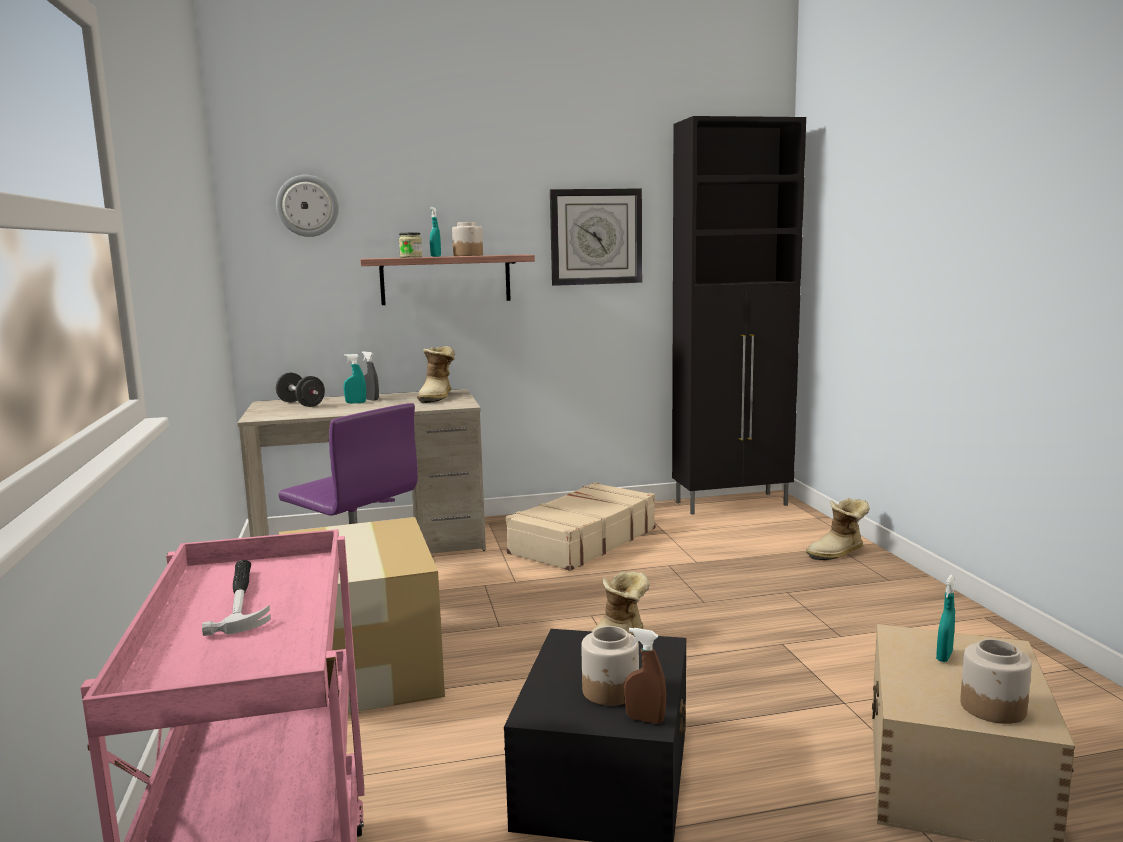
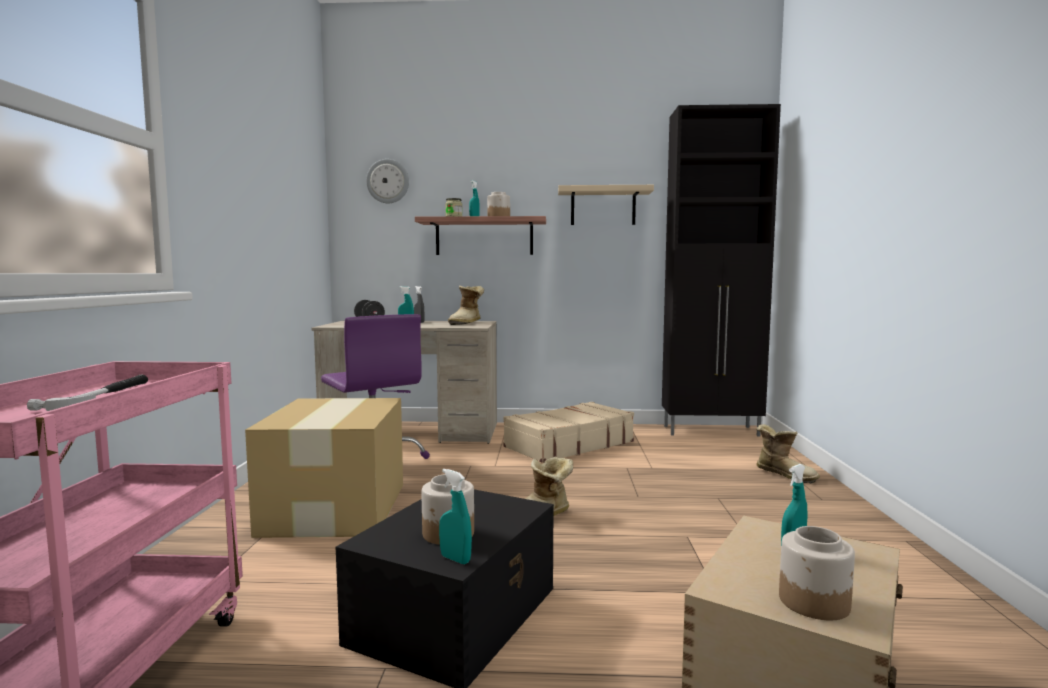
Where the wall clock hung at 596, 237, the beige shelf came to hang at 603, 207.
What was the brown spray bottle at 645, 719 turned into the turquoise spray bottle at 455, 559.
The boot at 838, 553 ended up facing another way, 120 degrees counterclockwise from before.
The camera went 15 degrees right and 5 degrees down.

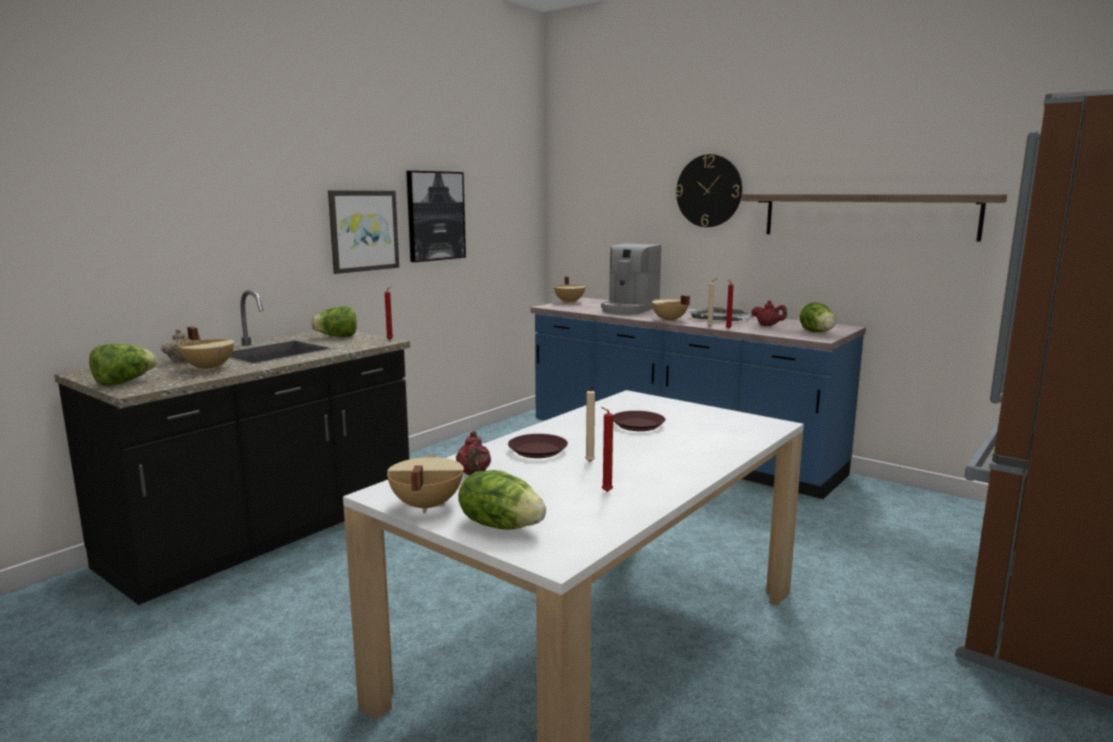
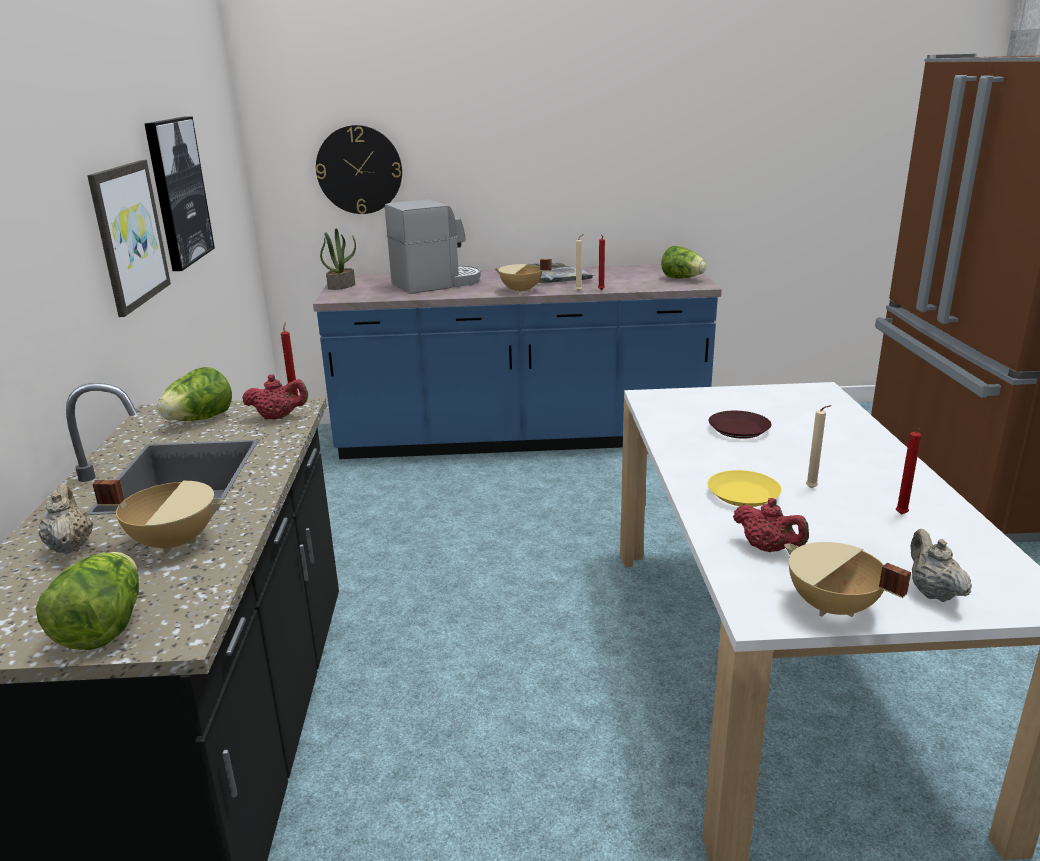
Where the lettuce stood at 501, 525, the beige teapot came to stand at 932, 592.
What was the brown plate at 538, 451 turned into the yellow plate at 744, 494.
Where the beige cooking pot stood at 570, 302, the potted plant came to stand at 341, 286.
The coffee machine at 629, 309 ended up facing another way, 105 degrees counterclockwise from before.
The wall clock ended up elsewhere, having gone from 709, 191 to 359, 170.
The second view lost the shelf at 867, 216.
The red teapot ended up elsewhere, having gone from 768, 326 to 278, 417.
The camera went 40 degrees left and 10 degrees up.

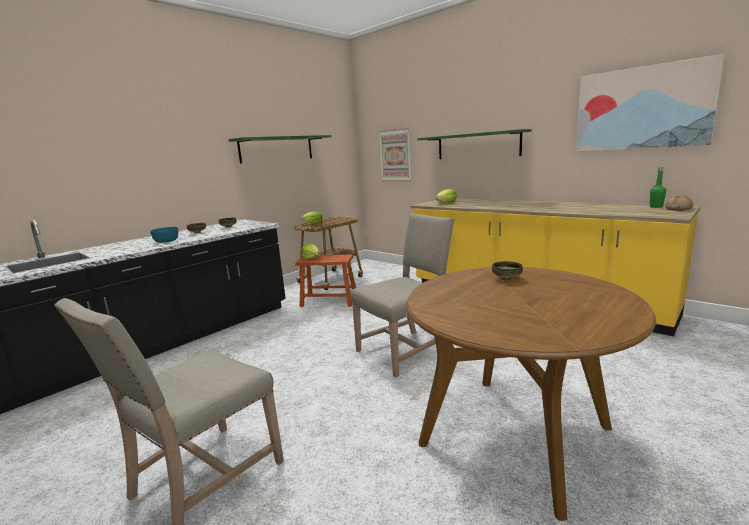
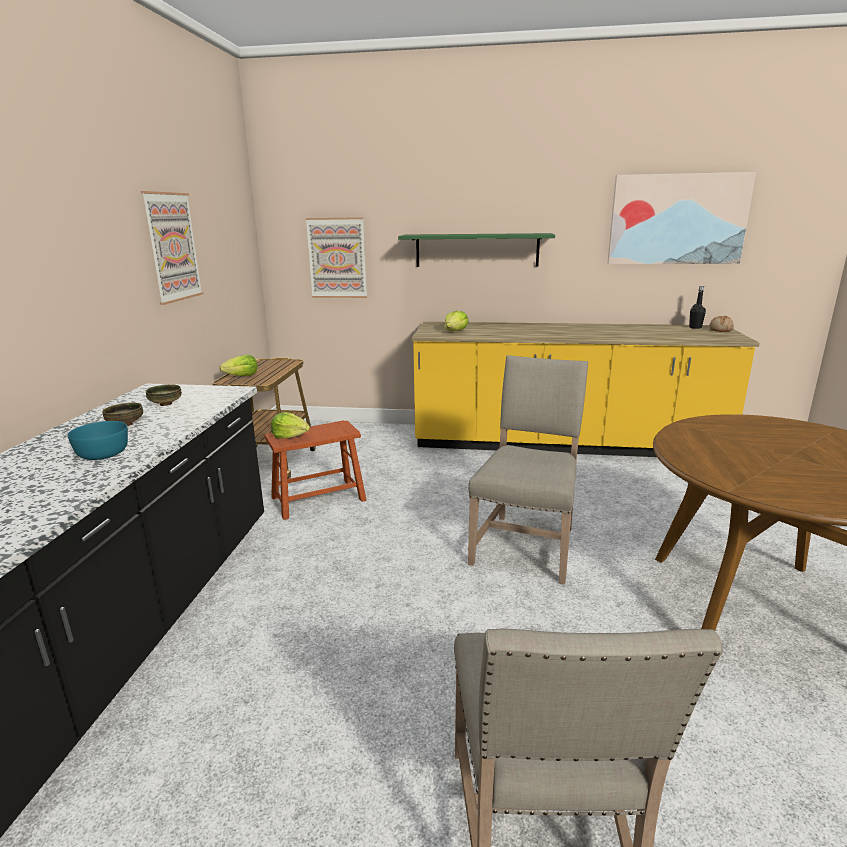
Where the green shelf hung at 277, 149, the picture came to hang at 172, 247.
The second view lost the bowl at 506, 278.
What was the green bottle at 656, 207 turned into the black bottle at 695, 327.
The camera went 35 degrees left and 5 degrees up.

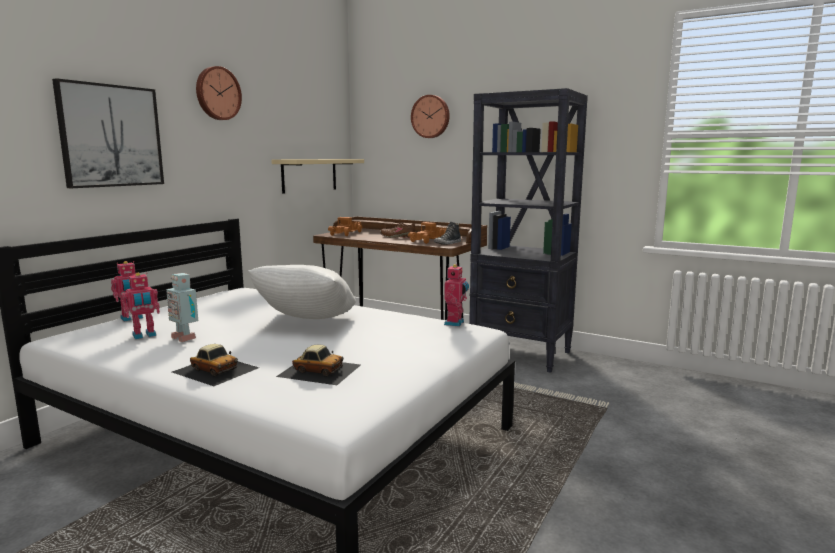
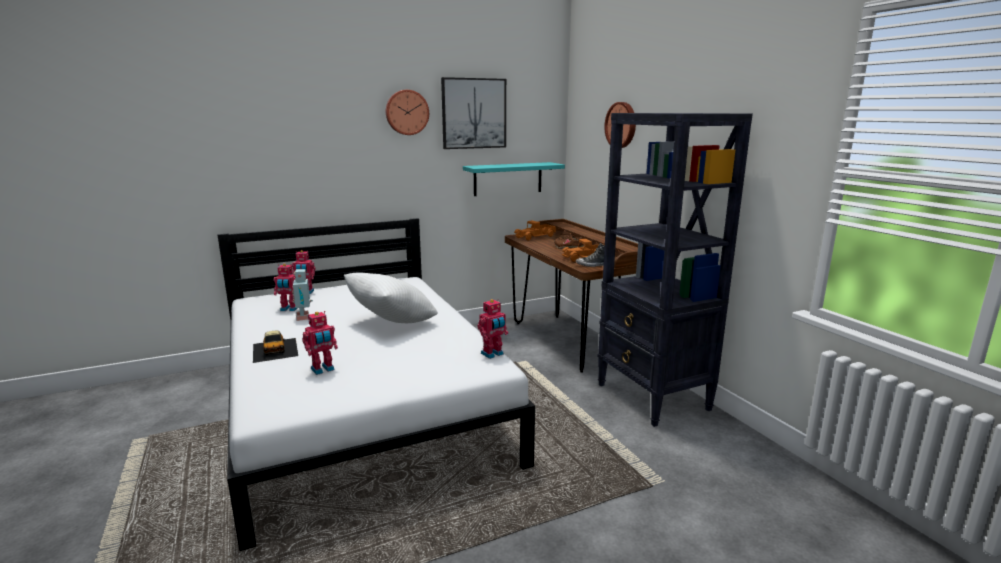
The picture ended up elsewhere, having gone from 111, 136 to 473, 113.
What was the beige shelf at 309, 175 turned into the turquoise shelf at 508, 179.
Where the toy car stood at 319, 370, the toy robot came to stand at 323, 370.
The camera went 35 degrees right and 5 degrees up.

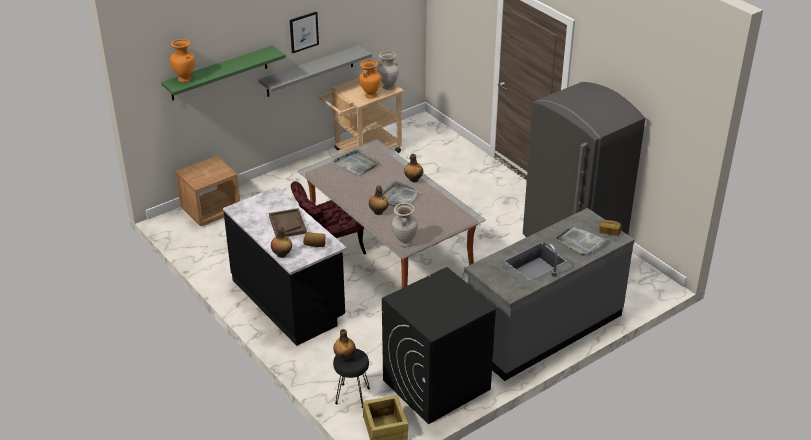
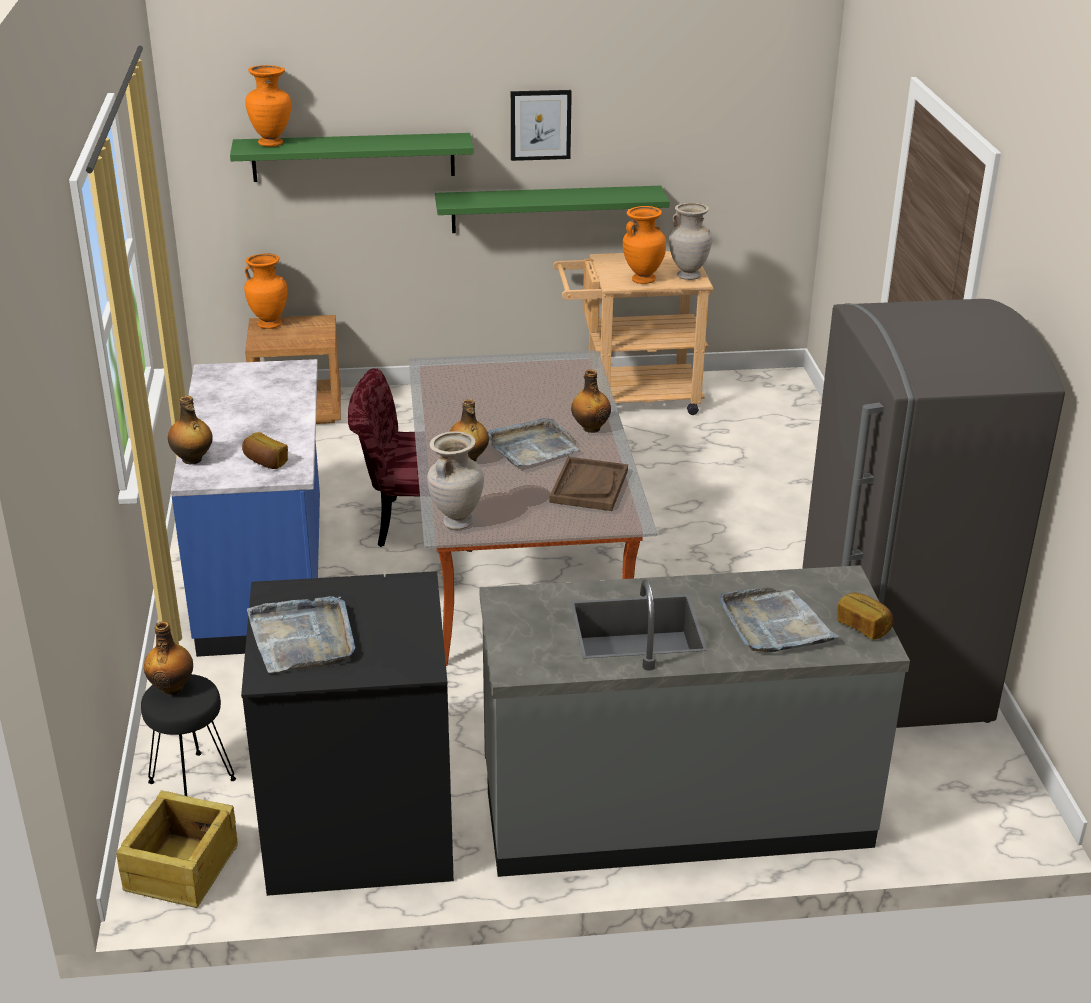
What was the black counter at 289, 300 turned into the blue counter at 266, 579.
What was the grey shelf at 310, 71 turned into the green shelf at 548, 209.
The brown tray ended up elsewhere, having gone from 287, 224 to 589, 486.
The grey tray ended up elsewhere, having gone from 356, 164 to 303, 638.
The second view gained the orange vase at 269, 324.
The camera went 30 degrees right and 5 degrees down.

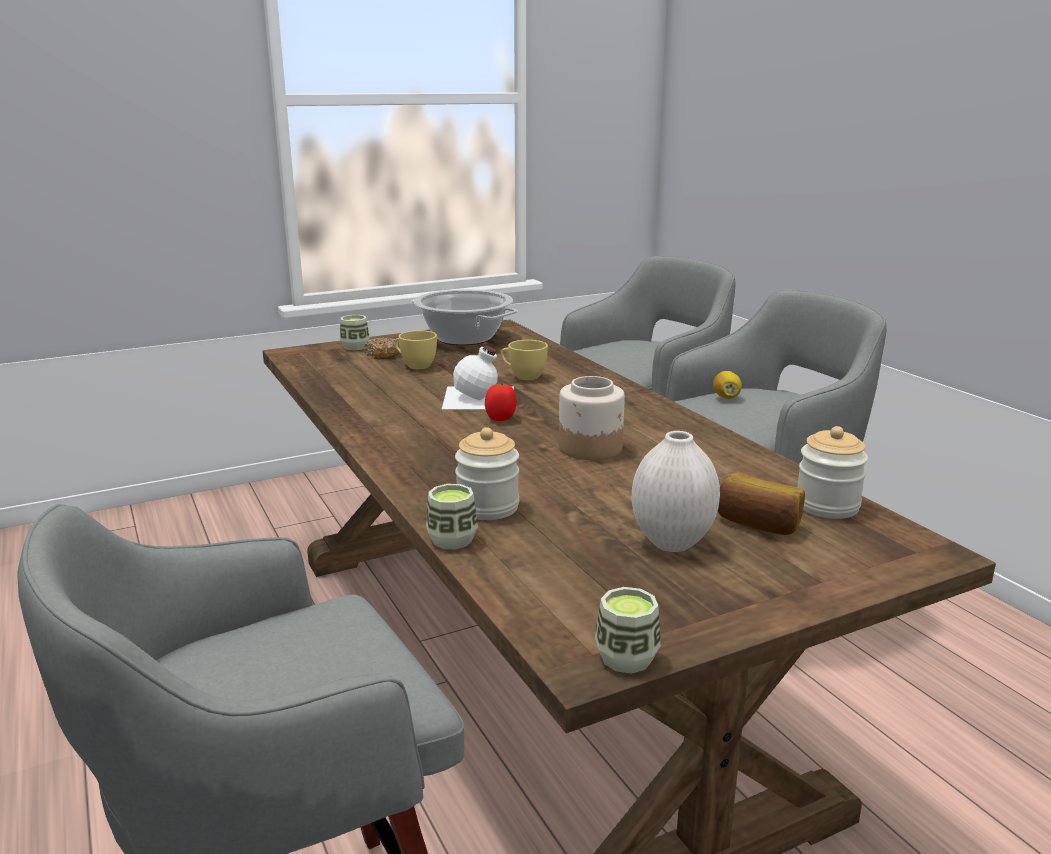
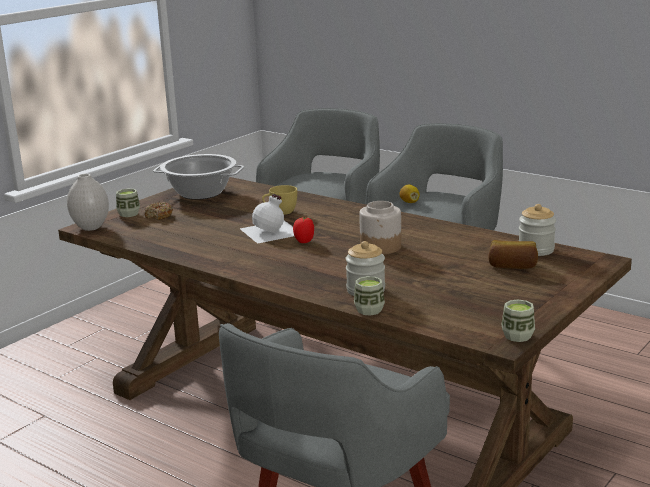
The second view lost the yellow cup at 415, 365.
The white vase ended up elsewhere, having gone from 672, 544 to 91, 228.
The camera went 25 degrees left and 0 degrees up.

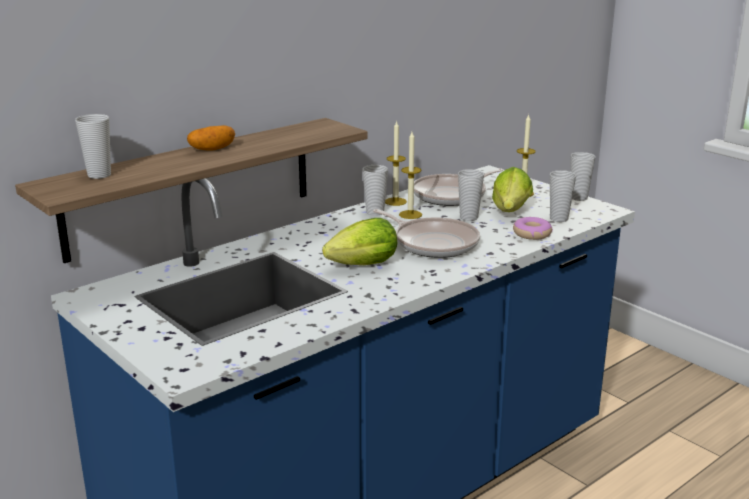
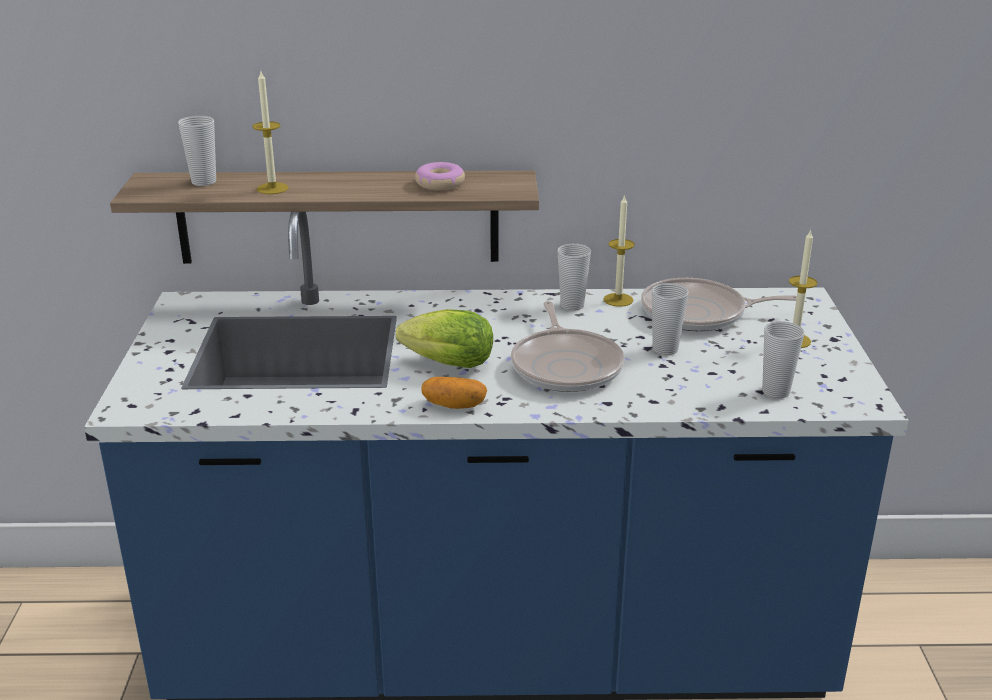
The potato ended up elsewhere, having gone from 212, 149 to 454, 405.
The candle ended up elsewhere, having gone from 410, 214 to 272, 188.
The second view lost the lettuce at 510, 212.
The donut ended up elsewhere, having gone from 532, 234 to 440, 184.
The second view lost the cup at 578, 198.
The camera went 40 degrees right and 5 degrees up.

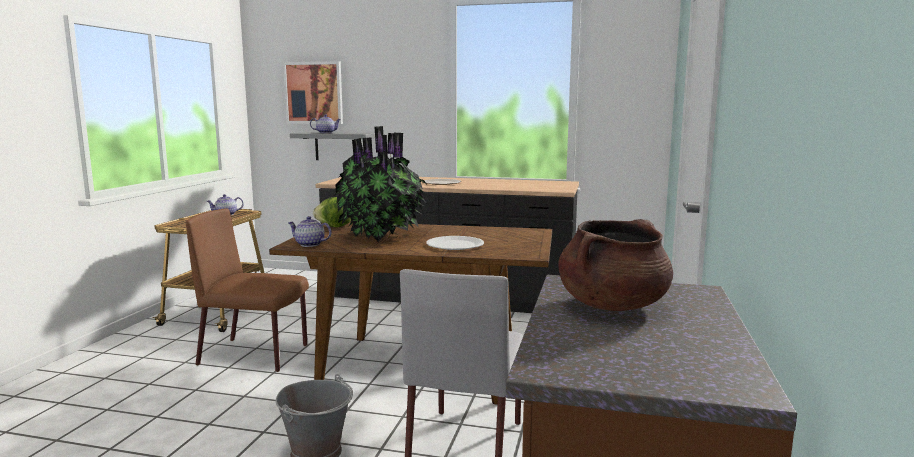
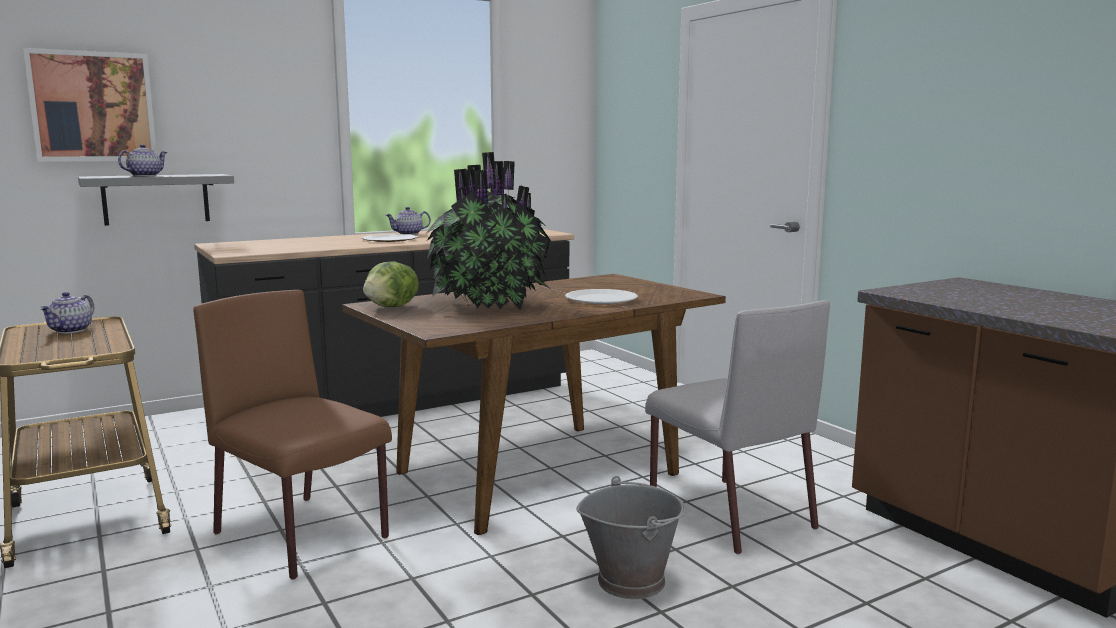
The brown chair at 255, 355 ended up facing another way, 75 degrees clockwise from before.
The teapot ended up elsewhere, having gone from 309, 245 to 408, 234.
The second view lost the brown cooking pot at 612, 305.
The camera went 45 degrees left and 0 degrees up.

